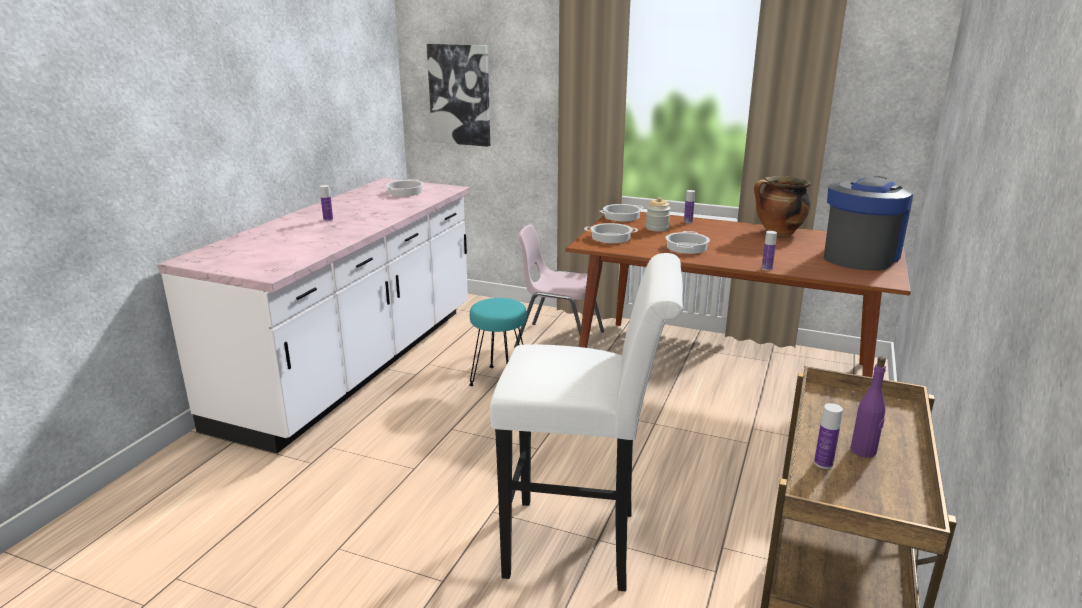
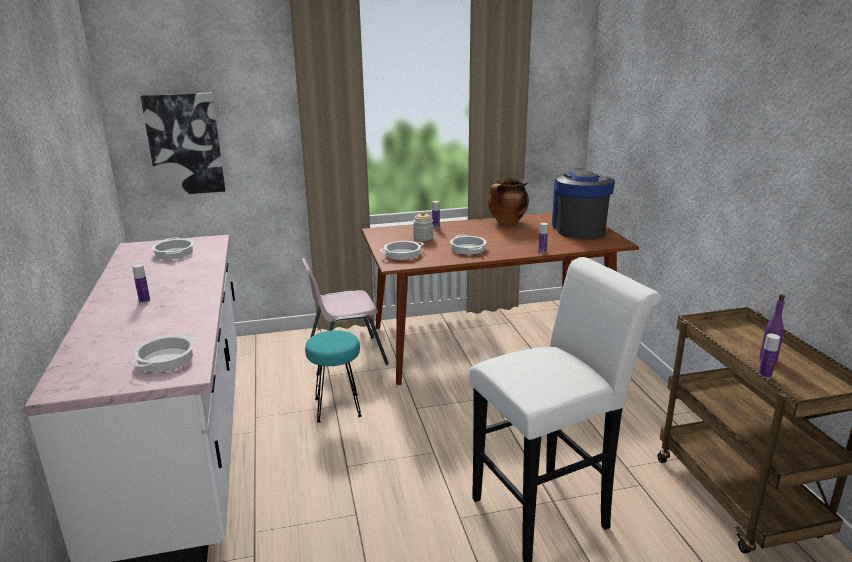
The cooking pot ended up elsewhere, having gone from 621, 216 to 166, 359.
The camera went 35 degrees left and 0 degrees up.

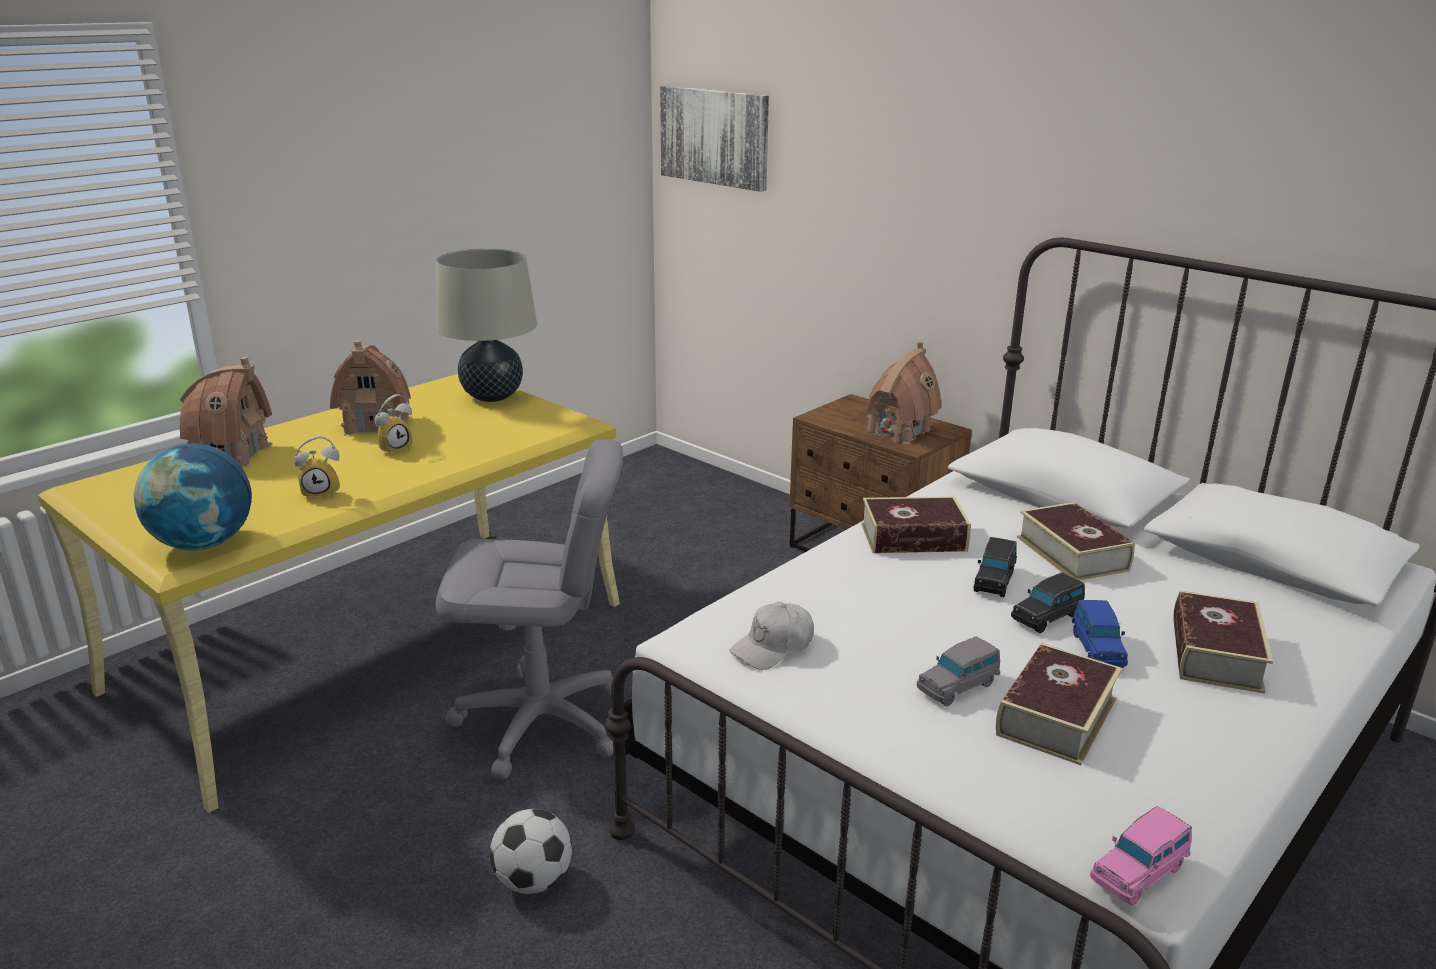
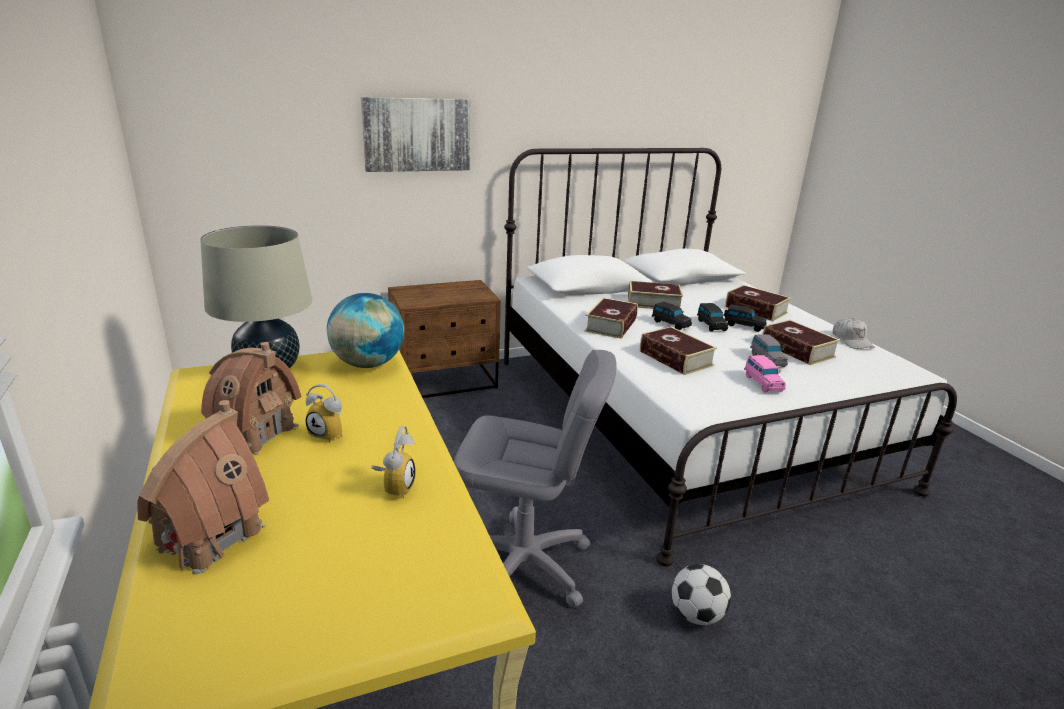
The globe ended up elsewhere, having gone from 203, 544 to 368, 364.
The alarm clock at 394, 448 ended up facing another way, 135 degrees clockwise from before.
The grey office chair at 541, 722 ended up facing another way, 75 degrees clockwise from before.
The picture ended up elsewhere, having gone from 715, 136 to 417, 134.
The white cap ended up elsewhere, having gone from 773, 647 to 851, 341.
The second view lost the toy house at 898, 430.
What was the blue toy car at 1097, 649 turned into the black toy car at 743, 326.
The pink toy car ended up elsewhere, having gone from 1139, 873 to 762, 383.
The second view gained the book at 675, 358.
The camera went 65 degrees left and 0 degrees up.

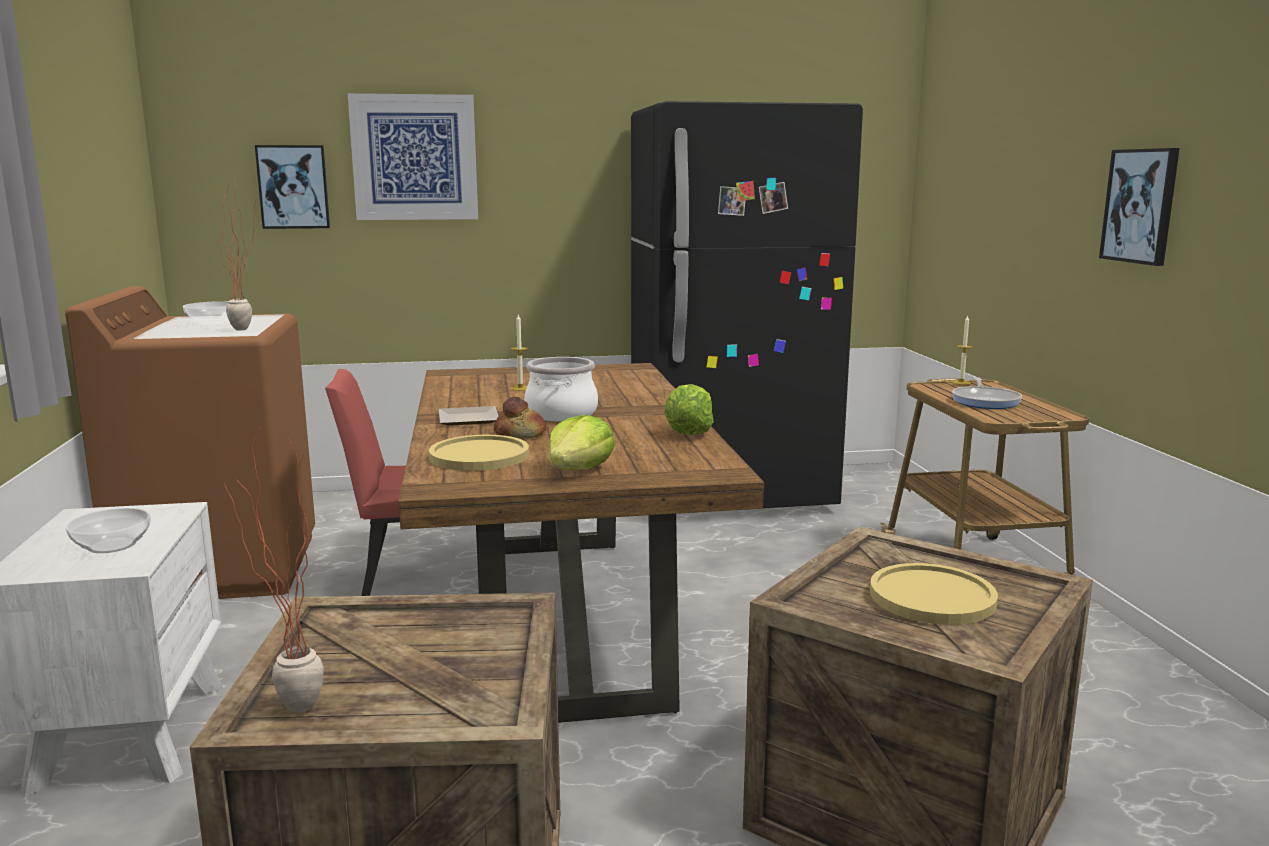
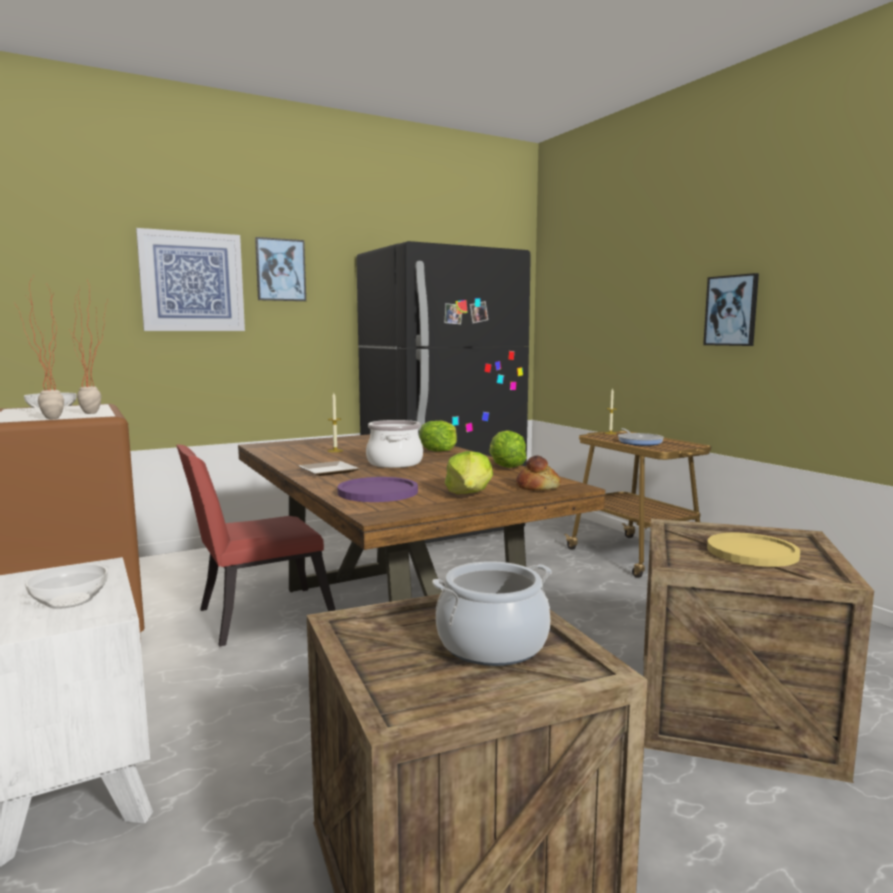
The potted plant ended up elsewhere, having gone from 287, 713 to 46, 419.
The picture ended up elsewhere, having gone from 293, 187 to 280, 270.
What was the yellow plate at 479, 456 turned into the purple plate at 378, 492.
The bread ended up elsewhere, having gone from 521, 434 to 537, 487.
The second view gained the lettuce at 439, 449.
The second view gained the cooking pot at 492, 645.
The camera went 20 degrees left and 5 degrees down.

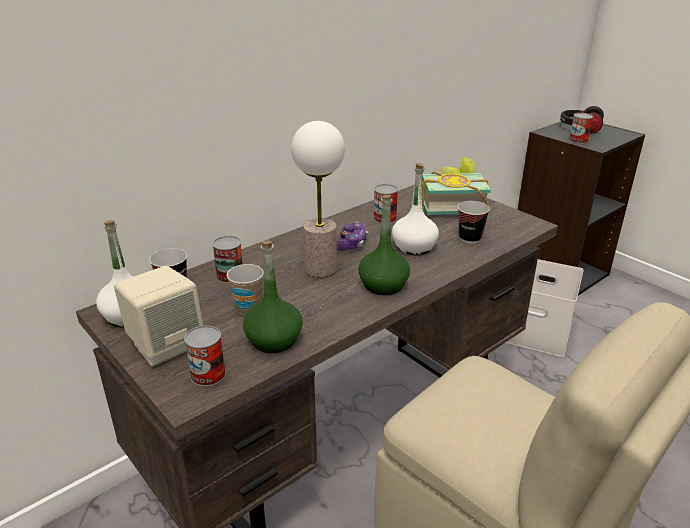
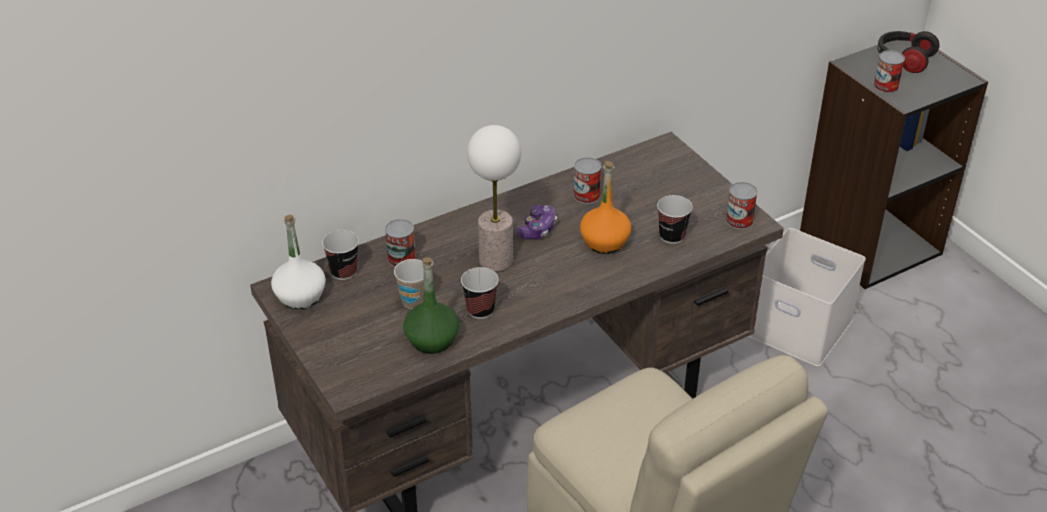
The second view lost the beige speaker at 166, 345.
The can ended up elsewhere, having gone from 208, 374 to 739, 220.
The second view lost the green bottle at 383, 285.
What was the white bottle at 414, 247 turned into the orange bottle at 605, 241.
The second view lost the book at 451, 204.
The second view gained the cup at 480, 310.
The camera went 10 degrees right and 10 degrees up.

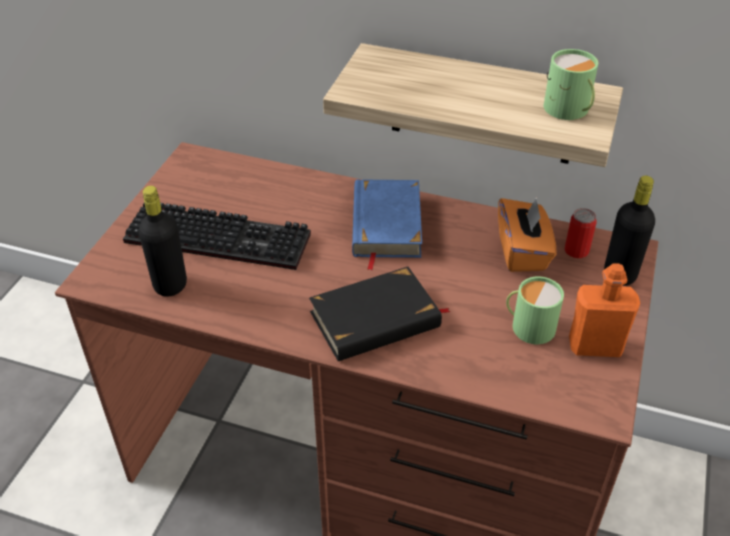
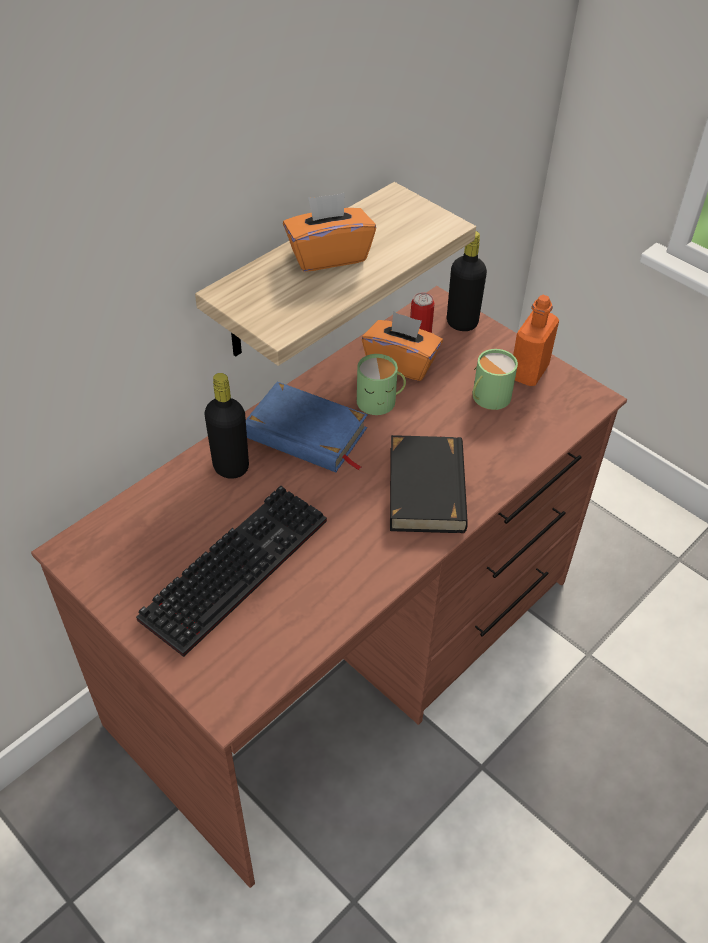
The black bottle ended up elsewhere, having gone from 170, 285 to 231, 467.
The green mug ended up elsewhere, having gone from 569, 110 to 380, 401.
The second view gained the orange tissue box at 328, 255.
The camera went 65 degrees left and 5 degrees up.

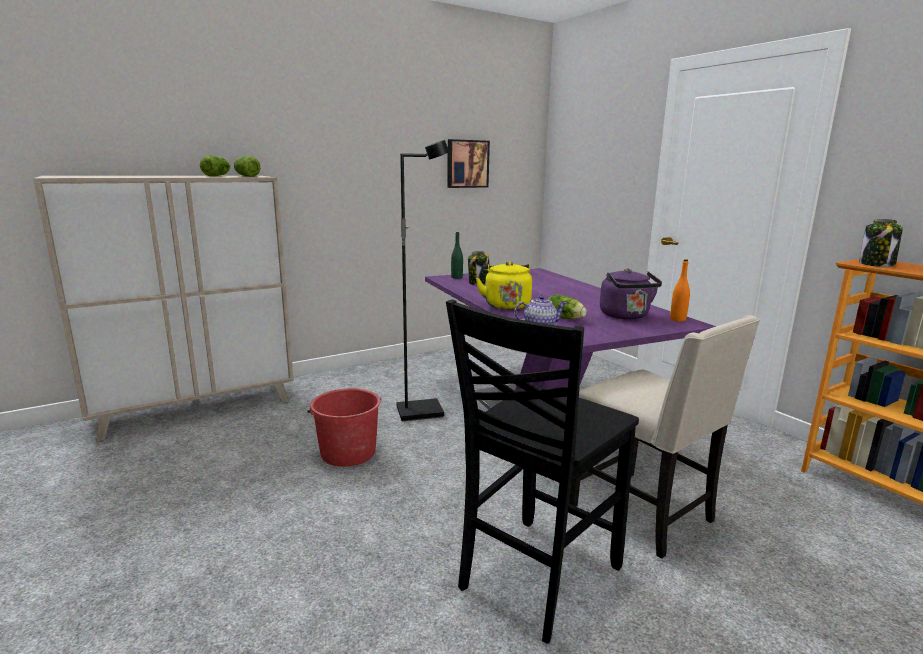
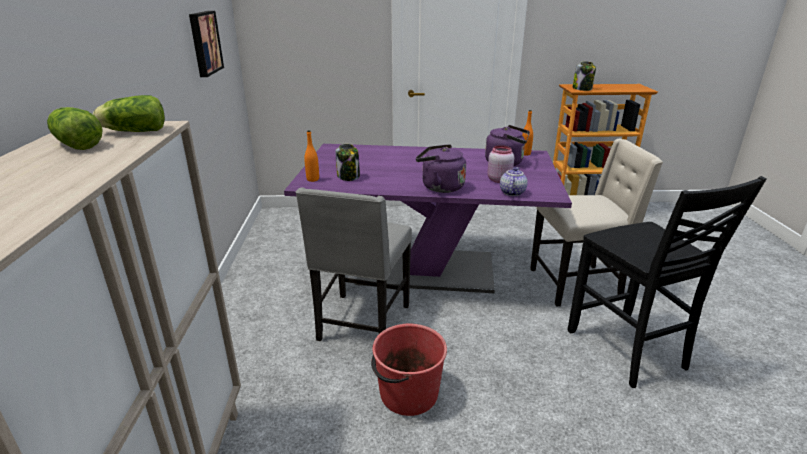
Where the black floor lamp stood at 420, 411, the grey chair came to stand at 362, 324.
What was the green bottle at 456, 277 turned into the orange bottle at 313, 179.
What was the yellow kettle at 506, 305 turned into the purple kettle at 440, 187.
Where the lettuce stood at 566, 319, the pink jar came to stand at 498, 180.
The camera went 60 degrees left and 10 degrees up.

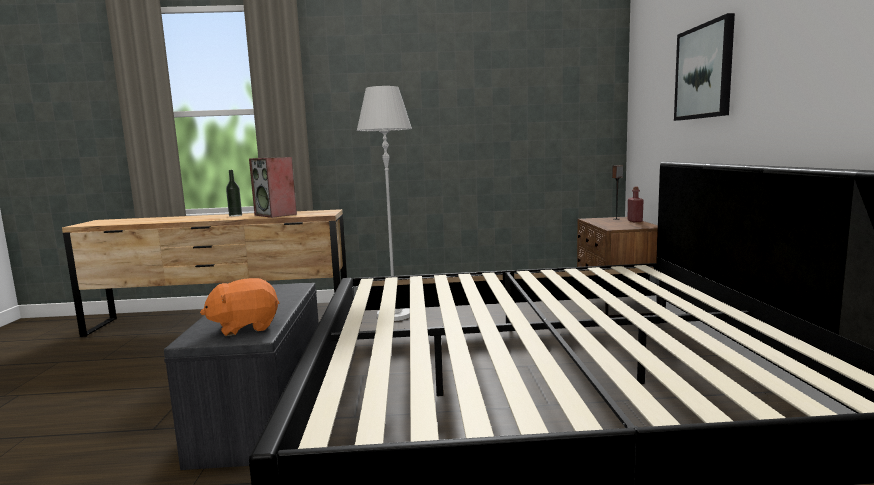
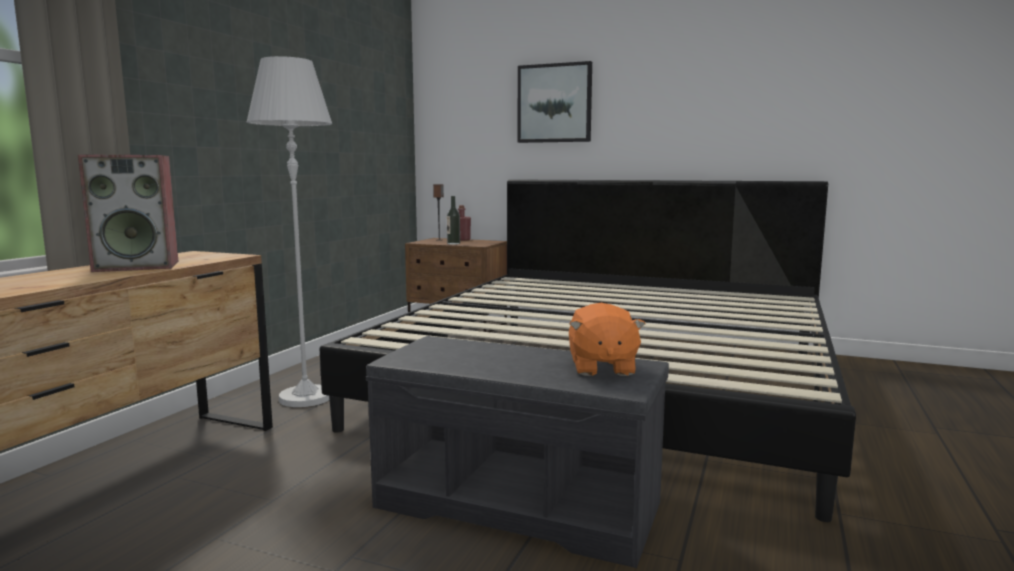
The bottle ended up elsewhere, having gone from 235, 215 to 453, 243.
The camera went 65 degrees left and 0 degrees up.

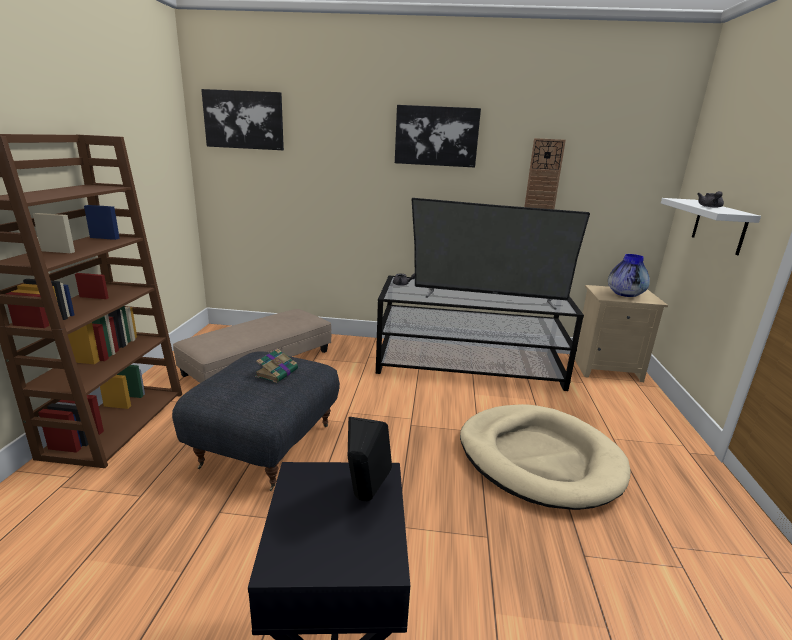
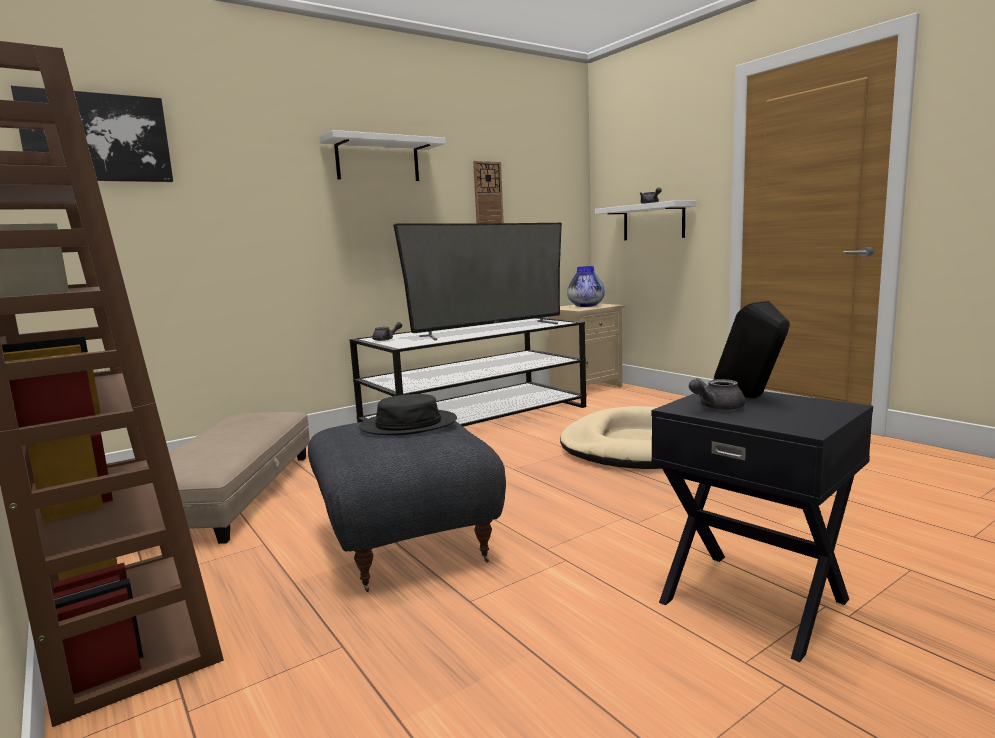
Where the book stood at 277, 372, the black hat came to stand at 408, 424.
Where the picture hung at 436, 136, the white shelf came to hang at 378, 160.
The second view gained the grey teapot at 715, 408.
The camera went 40 degrees left and 10 degrees down.

